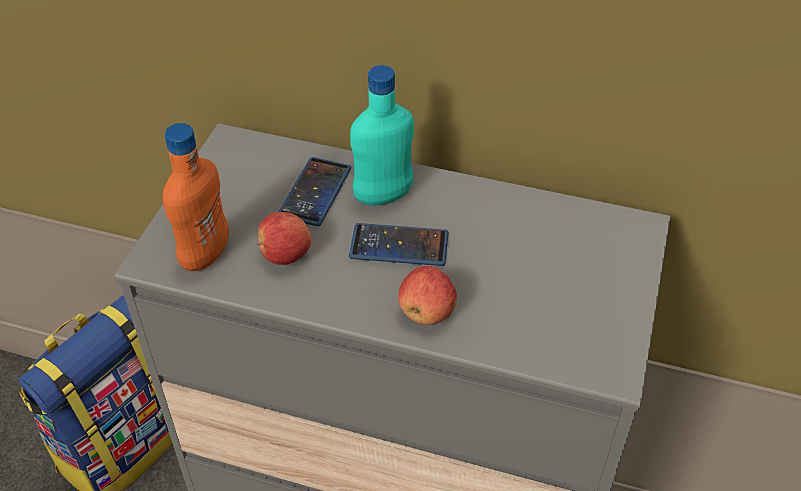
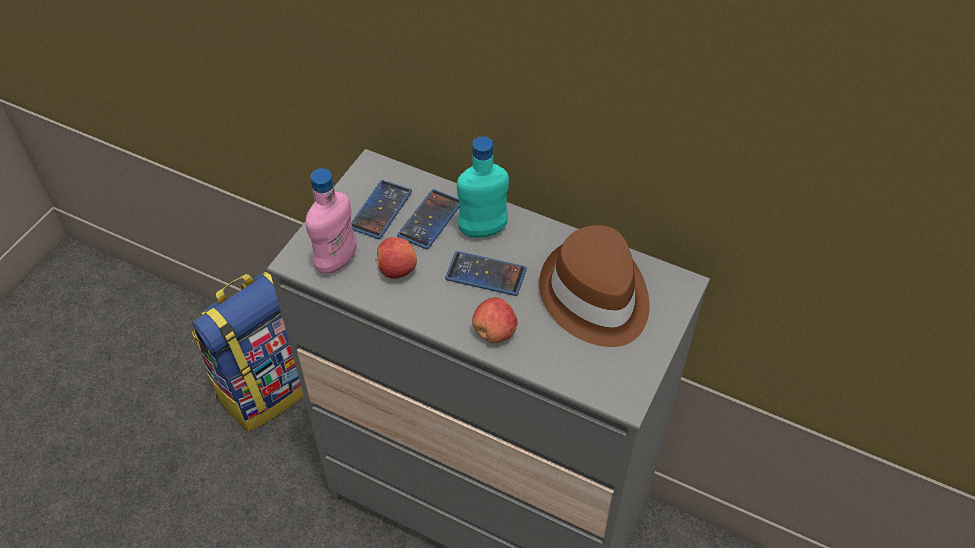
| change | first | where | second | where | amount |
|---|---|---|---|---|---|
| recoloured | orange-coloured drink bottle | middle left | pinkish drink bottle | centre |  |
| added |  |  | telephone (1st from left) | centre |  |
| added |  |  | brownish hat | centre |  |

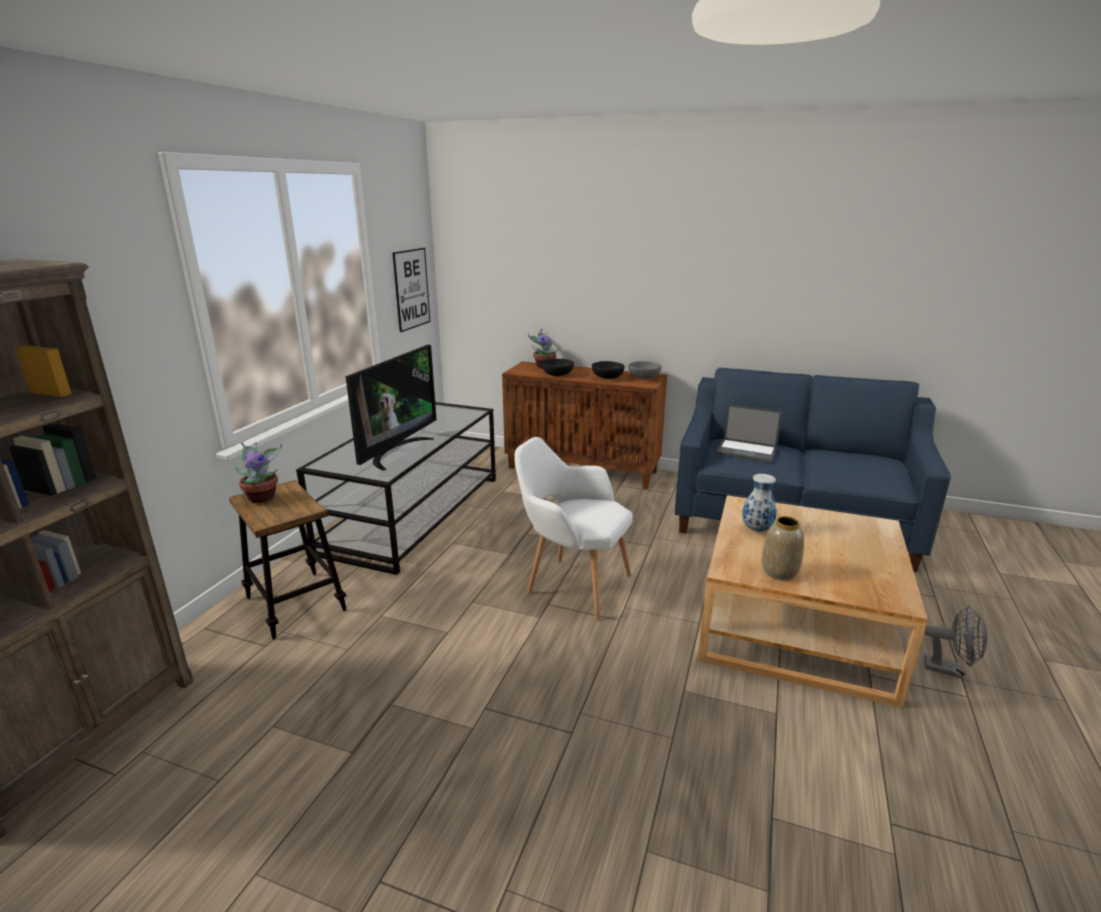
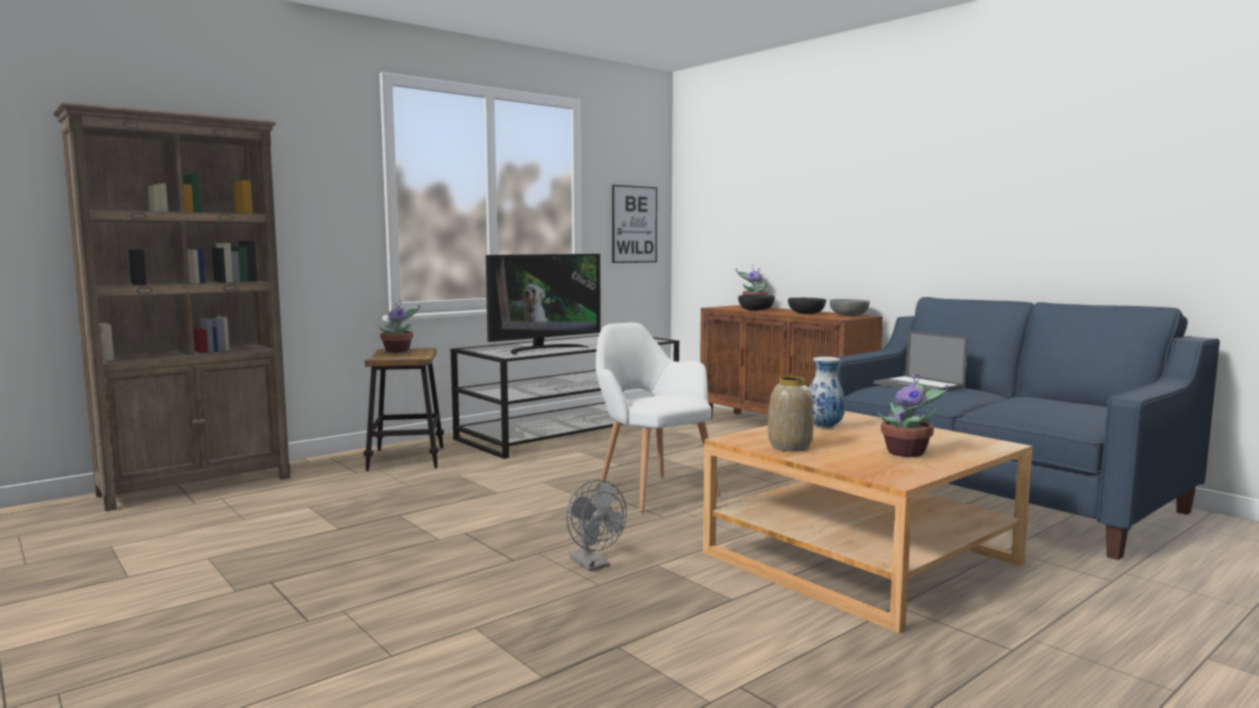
| change | first | where | second | where | amount |
|---|---|---|---|---|---|
| moved | grey cooling fan | bottom right |  | bottom centre |  |
| added |  |  | potted plant (3rd from left) | middle right |  |

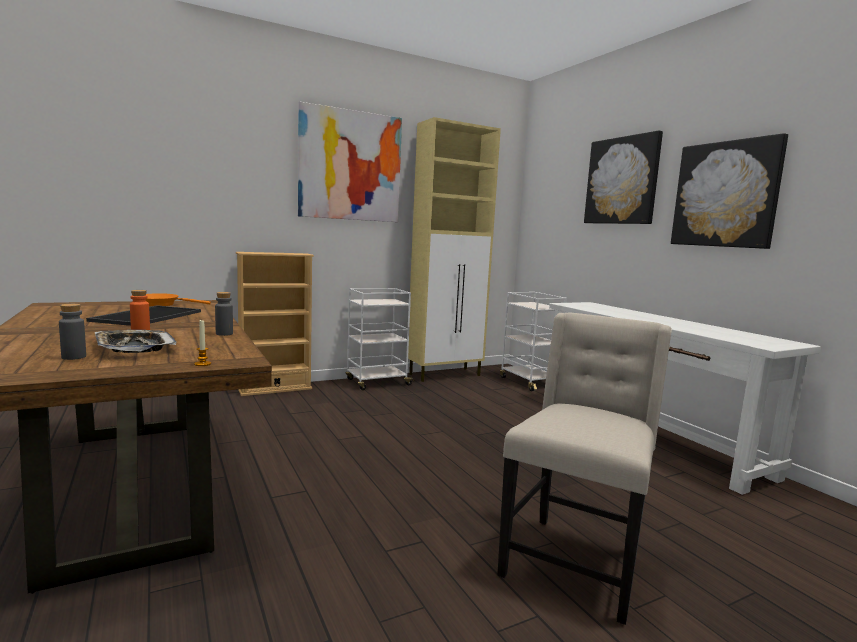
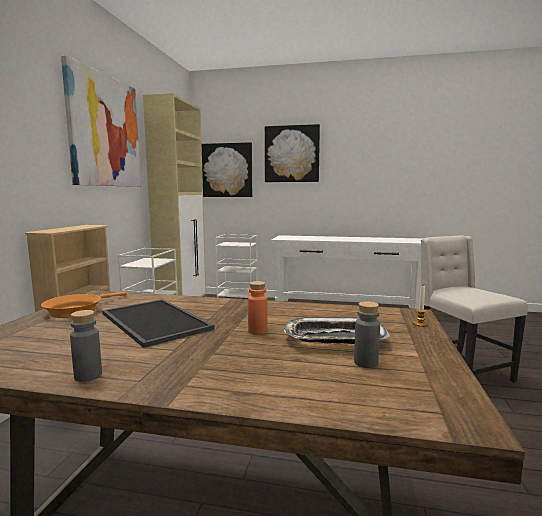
| change | first | where | second | where | amount |
|---|---|---|---|---|---|
| moved | wall art (3rd from left in the first image) | top right | wall art (2nd from left) | top centre |  |
| moved | grey drink bottle (2nd from left in the first image) | middle left | grey drink bottle (1st from left) | bottom left |  |

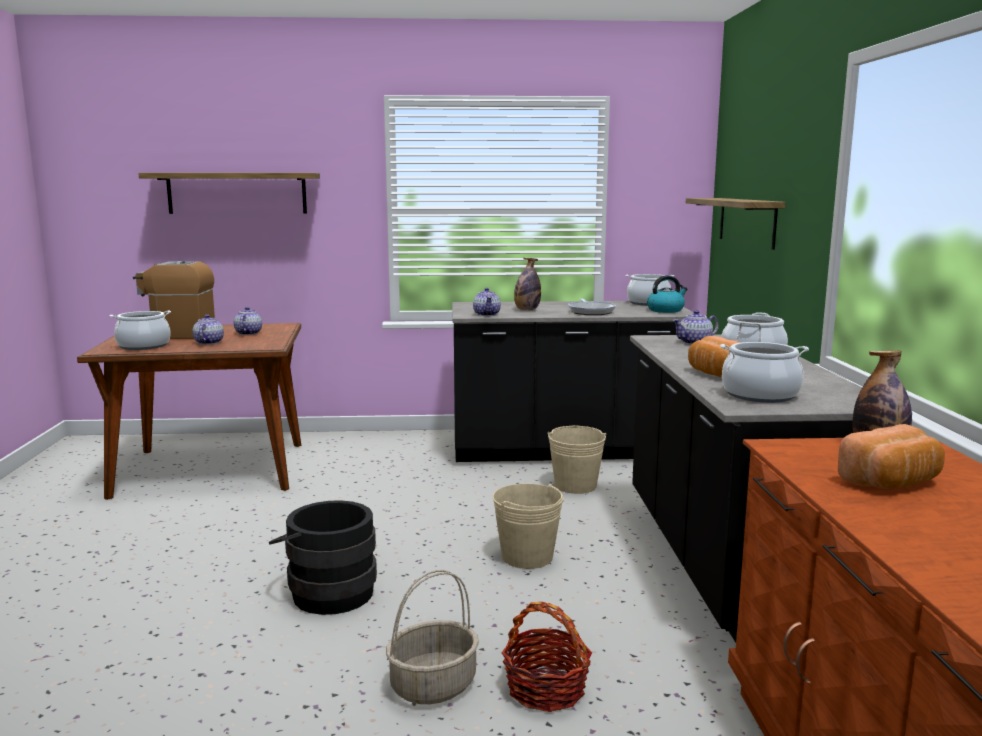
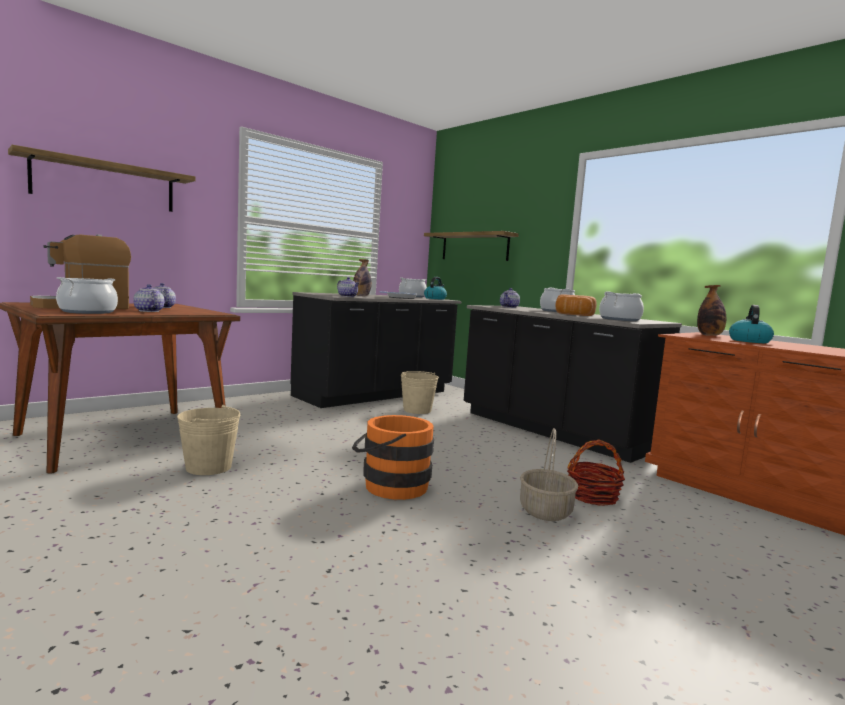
| change | first | where | second | where | amount |
|---|---|---|---|---|---|
| replaced | bakery bread (2nd from left) | middle right | kettle (2nd from left) | middle right |  |
| moved | sand-coloured bucket (1st from left) | bottom centre |  | middle left |  |
| recoloured | blackish bucket | bottom left | orange-coloured bucket | centre |  |

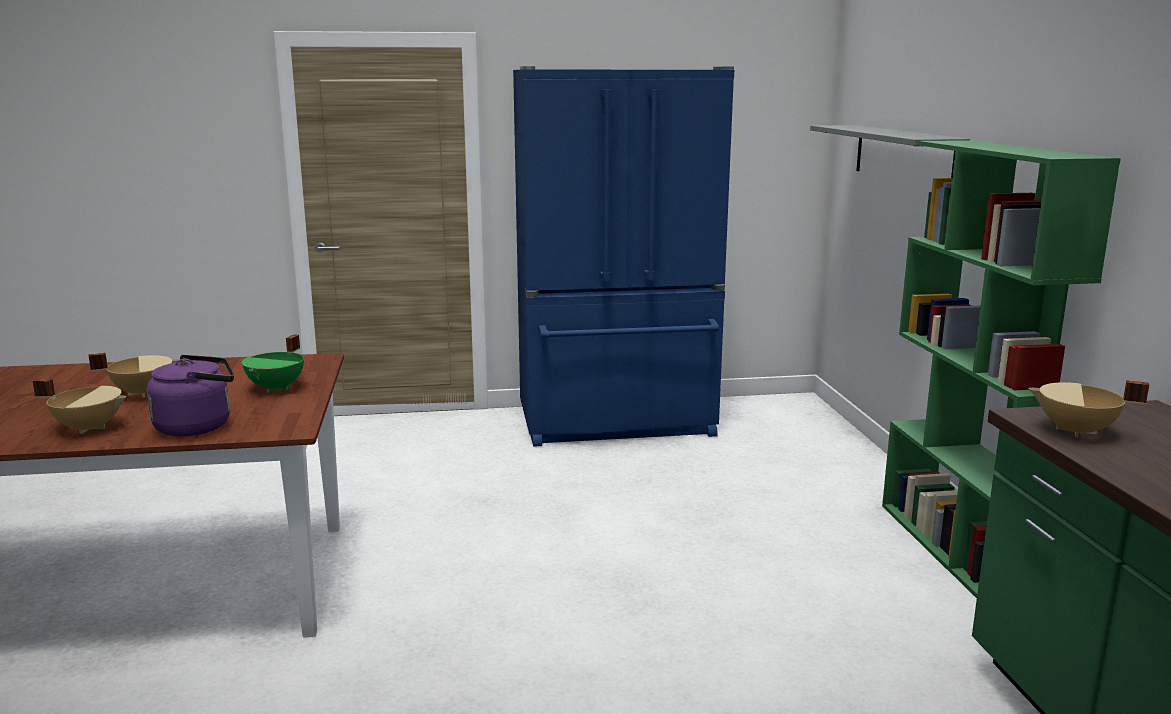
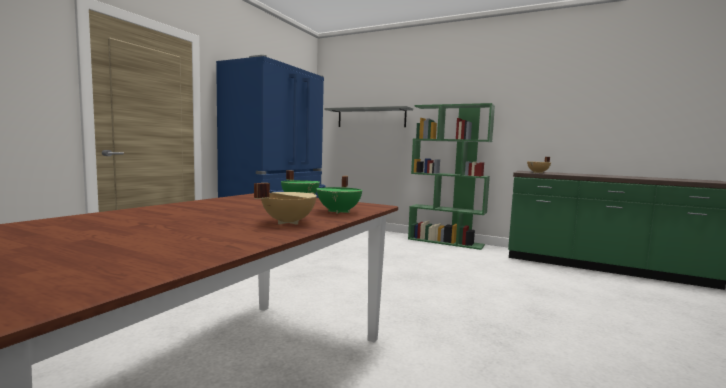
| change | first | where | second | where | amount |
|---|---|---|---|---|---|
| removed | sand-coloured stockpot (2nd from left) | middle left |  |  |  |
| replaced | purple-coloured kettle | middle left | greenish stockpot (2nd from left) | centre |  |

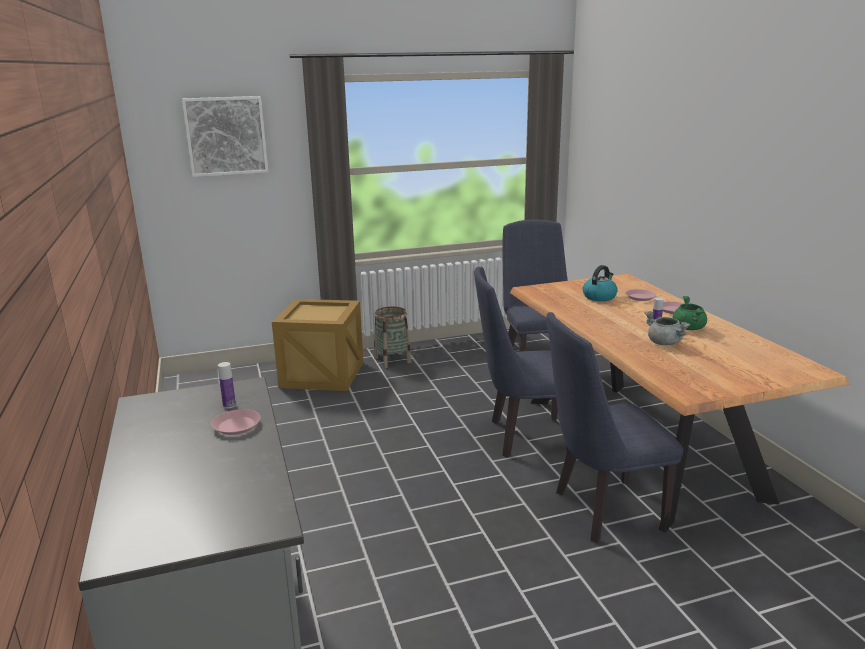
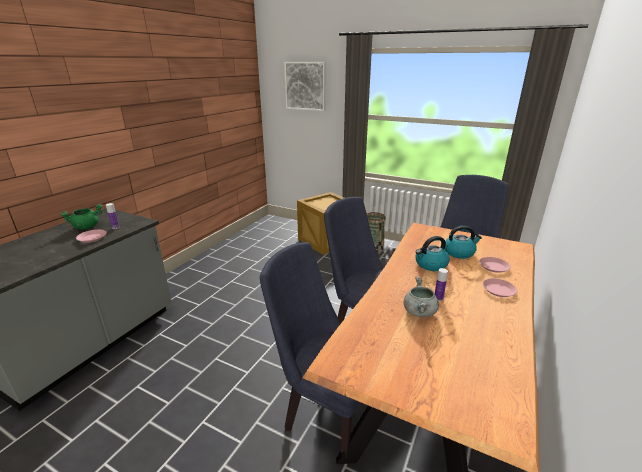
| change | first | where | second | where | amount |
|---|---|---|---|---|---|
| moved | greenish stockpot | middle right |  | middle left |  |
| added |  |  | kettle (1st from left) | middle right |  |

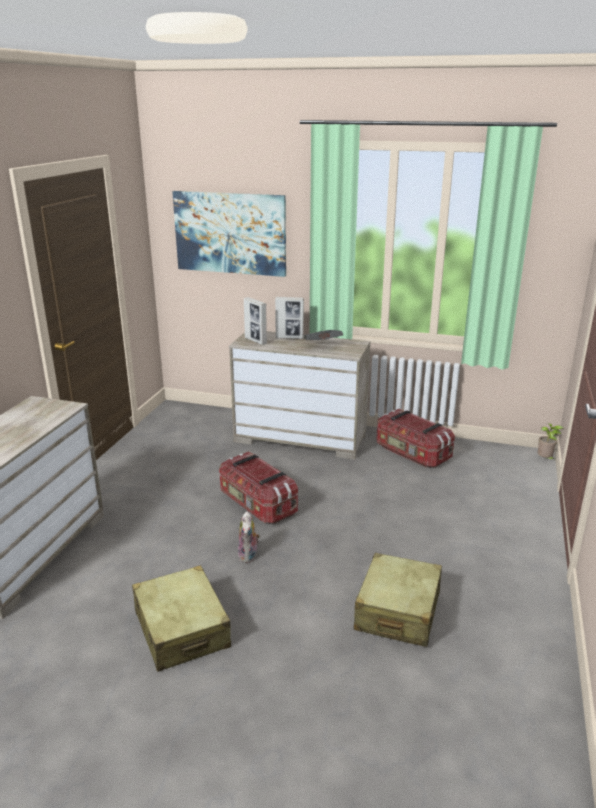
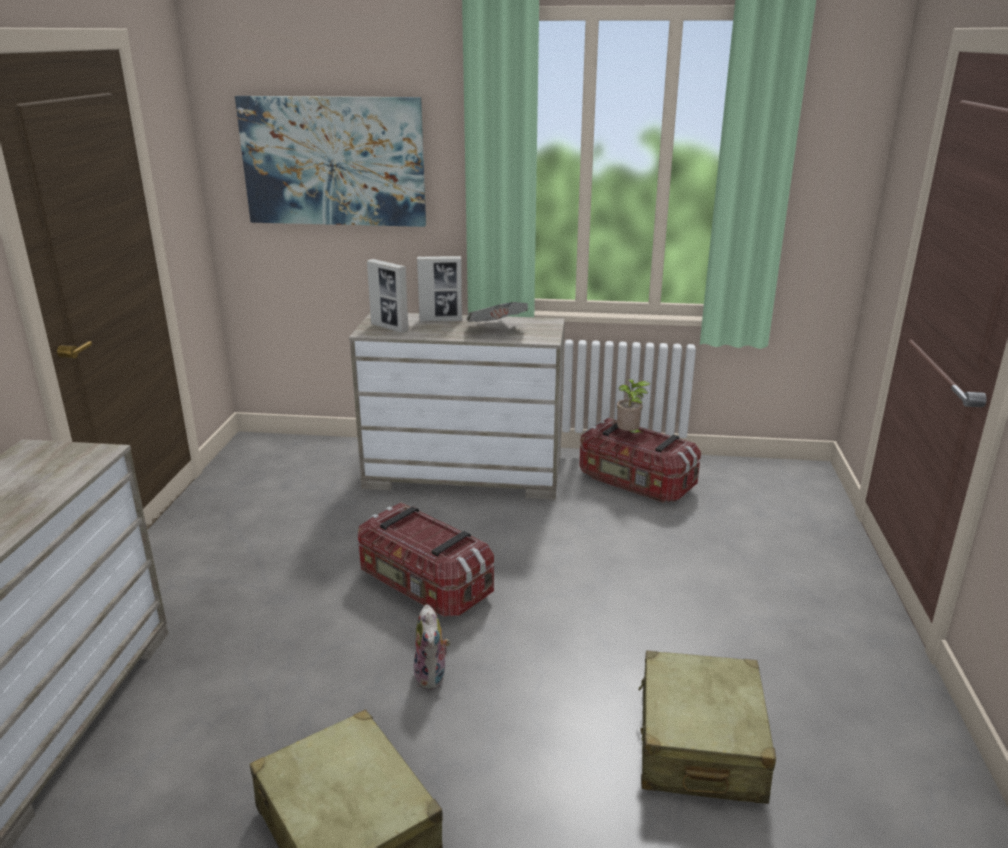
| change | first | where | second | where | amount |
|---|---|---|---|---|---|
| moved | potted plant | middle right |  | centre |  |

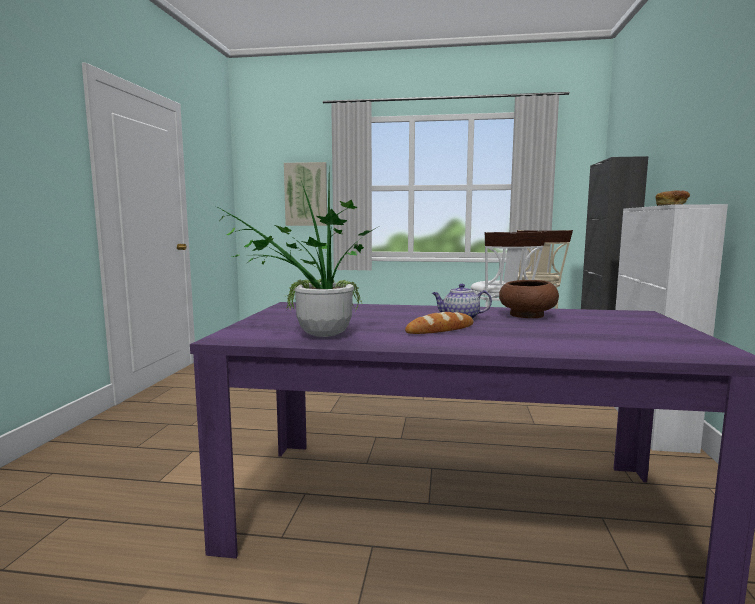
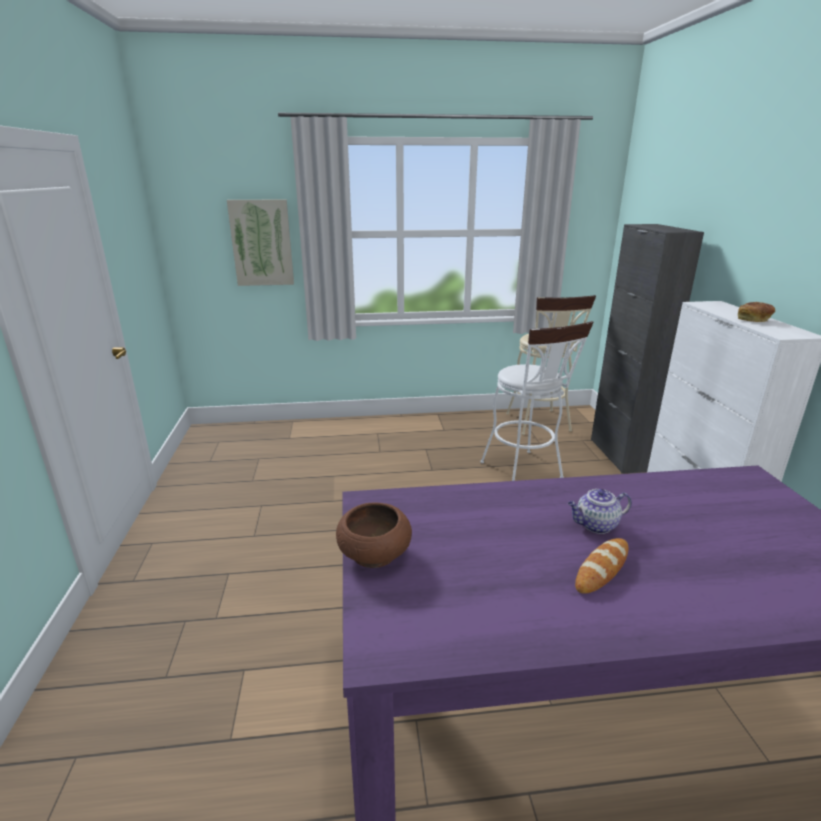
| change | first | where | second | where | amount |
|---|---|---|---|---|---|
| removed | potted plant | centre |  |  |  |
| moved | brownish serving bowl | middle right |  | centre |  |

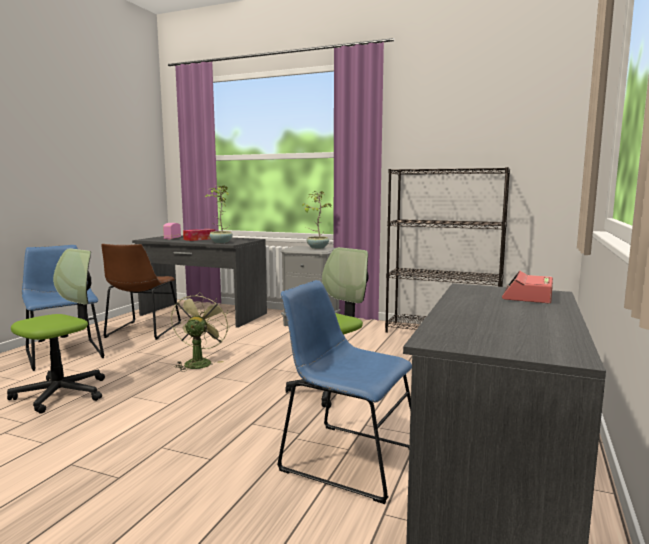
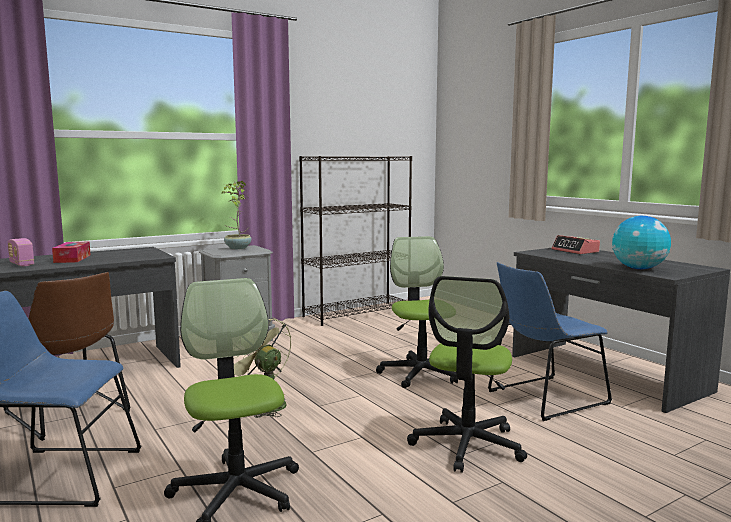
| change | first | where | second | where | amount |
|---|---|---|---|---|---|
| removed | potted plant (1st from left) | centre |  |  |  |
| added |  |  | desk globe | middle right |  |
| added |  |  | computer chair (3rd from left) | bottom centre |  |

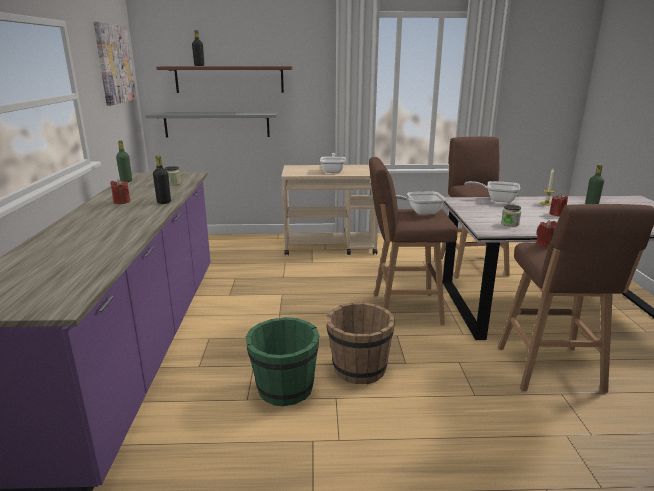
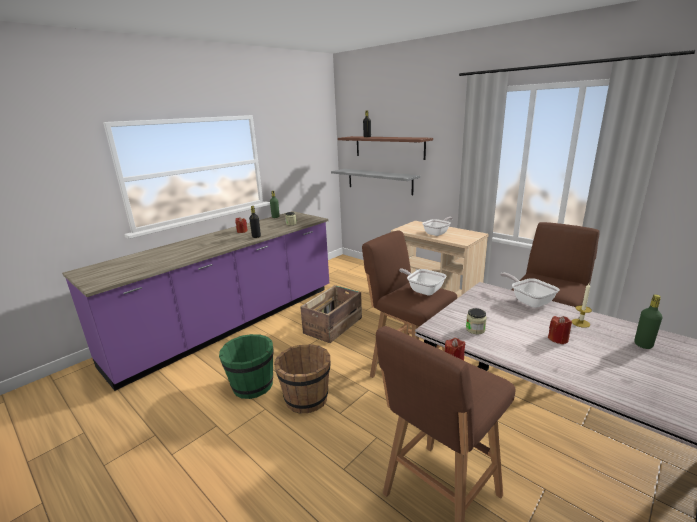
| change | first | where | second | where | amount |
|---|---|---|---|---|---|
| removed | wall art | top left |  |  |  |
| added |  |  | crate | centre |  |

